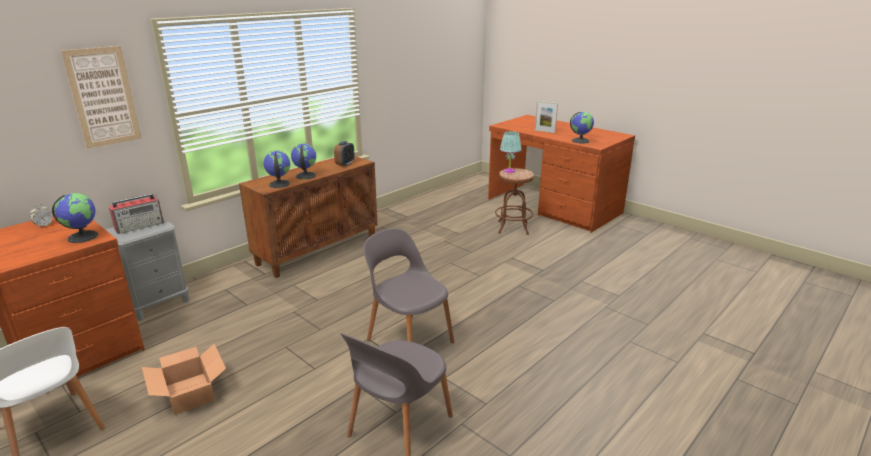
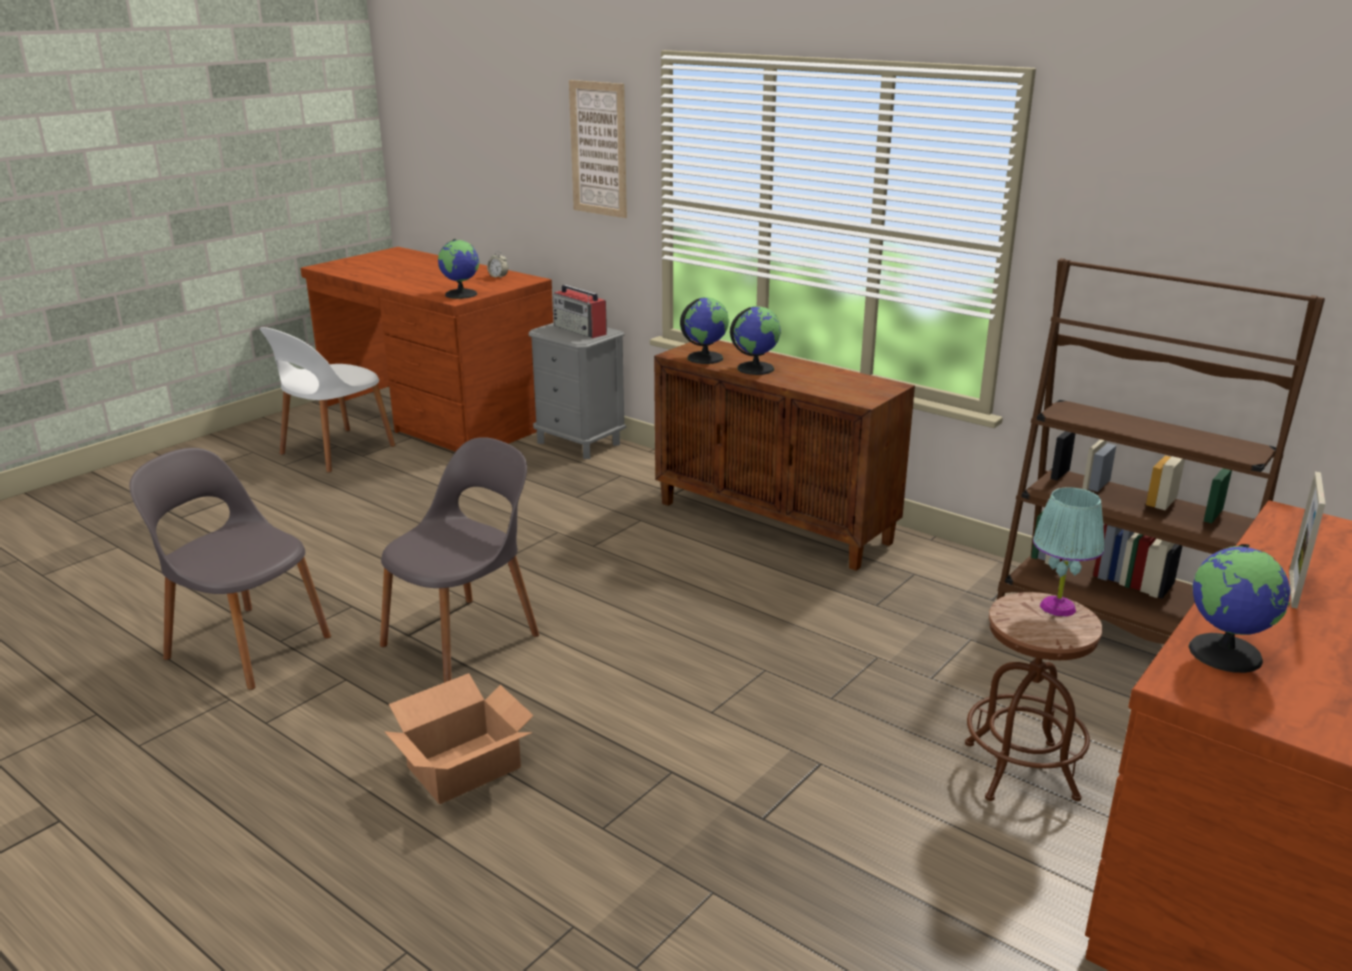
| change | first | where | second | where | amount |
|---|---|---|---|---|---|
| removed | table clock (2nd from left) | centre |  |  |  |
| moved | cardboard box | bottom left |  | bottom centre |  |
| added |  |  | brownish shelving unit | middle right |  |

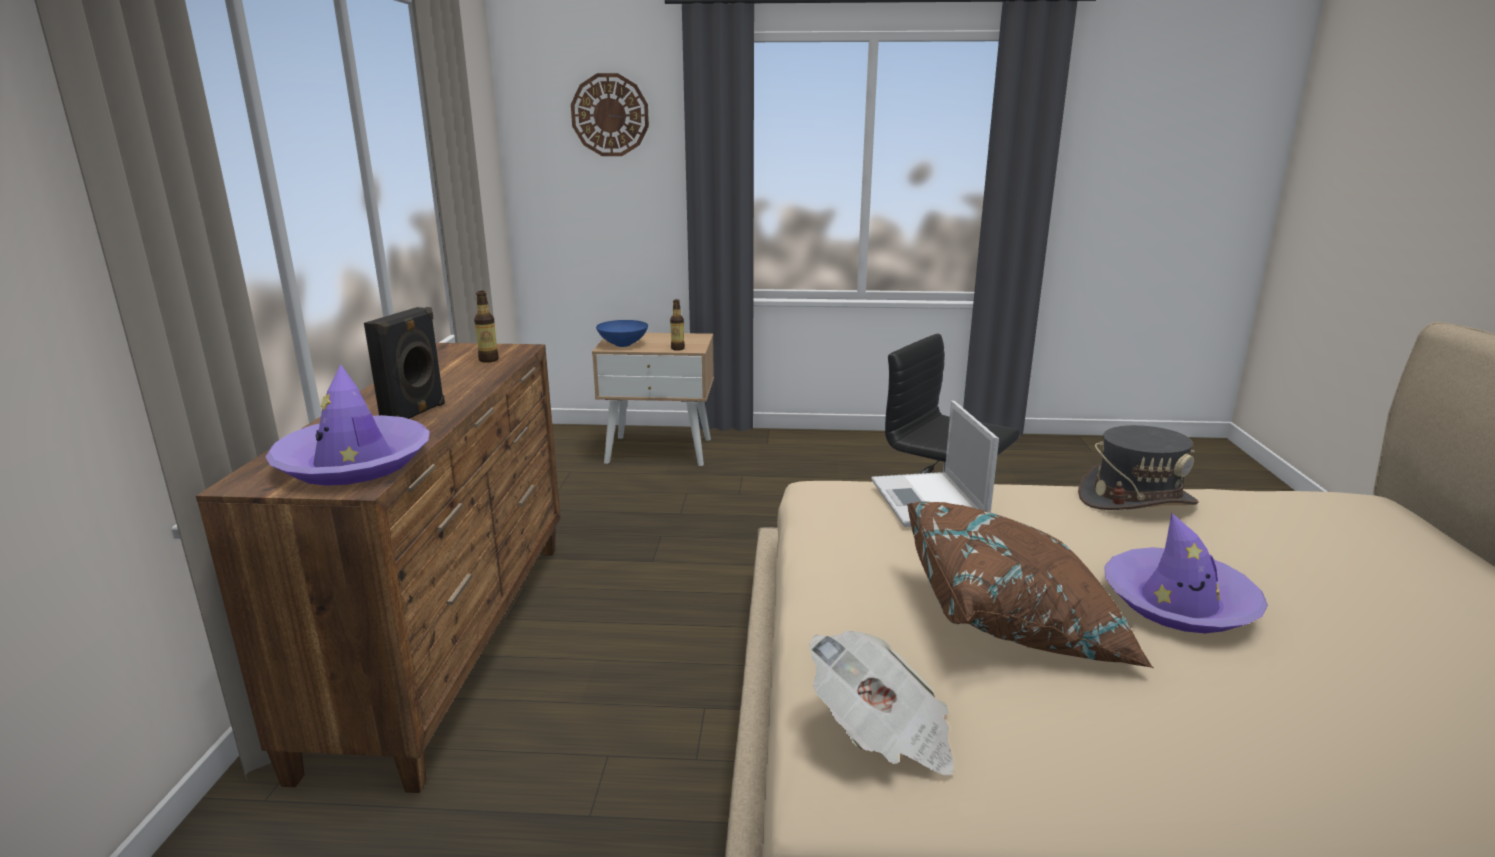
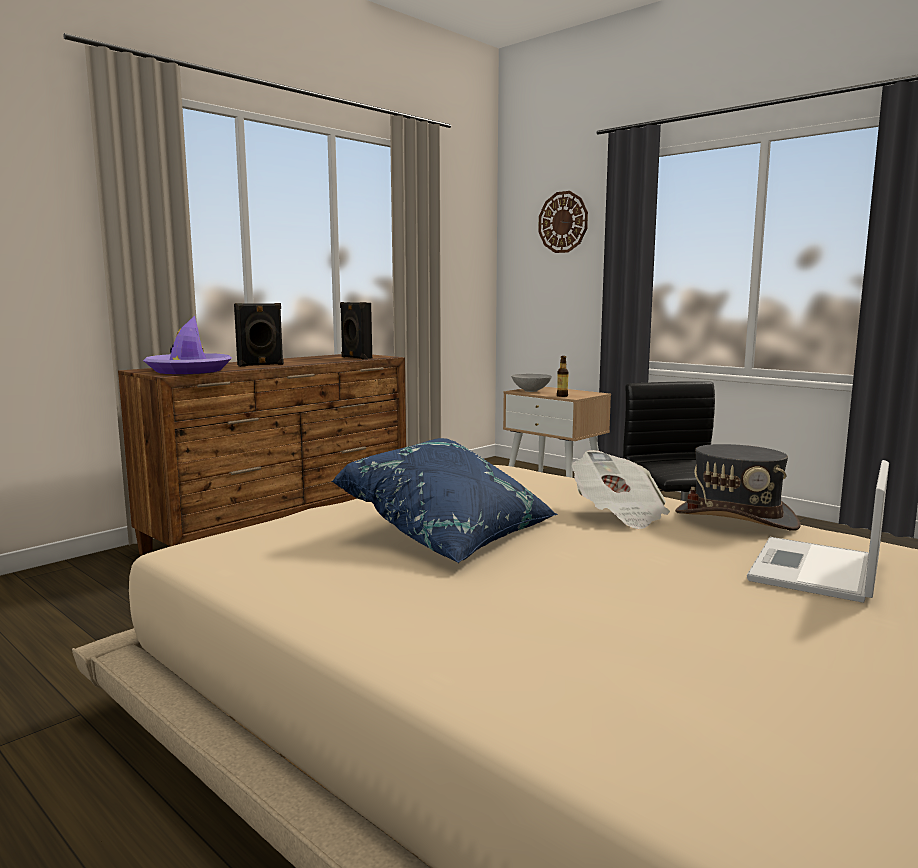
| change | first | where | second | where | amount |
|---|---|---|---|---|---|
| replaced | drink bottle (1st from left) | middle left | blackish loudspeaker (2nd from left) | centre |  |
| recoloured | bluish serving bowl | centre | grey serving bowl | centre |  |
| moved | portable computer | centre |  | middle right |  |
| recoloured | brownish throw pillow | bottom right | bluish throw pillow | centre |  |
| removed | purple-coloured hat (2nd from left) | bottom right |  |  |  |
| moved | printed paper | bottom centre |  | middle right |  |

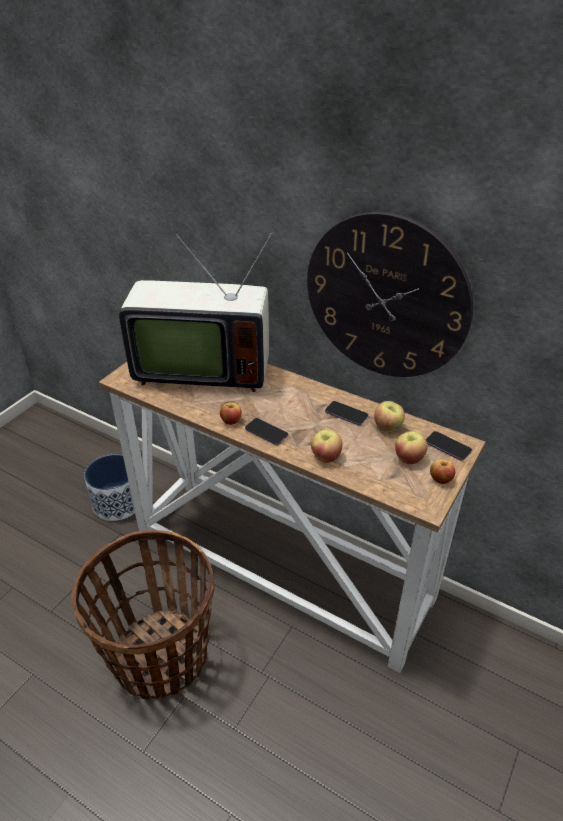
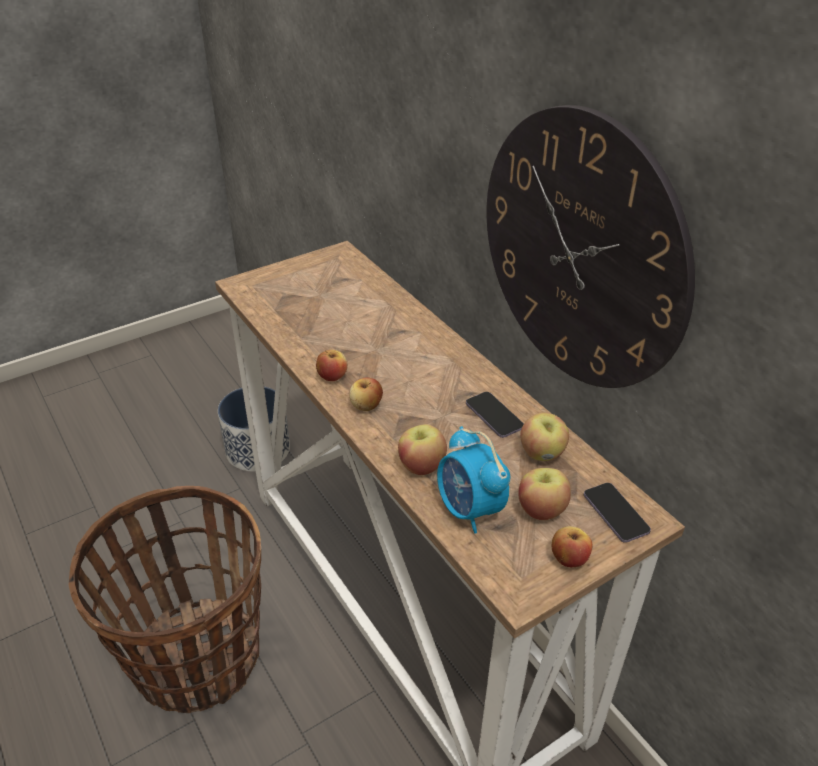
| change | first | where | second | where | amount |
|---|---|---|---|---|---|
| removed | TV set | centre |  |  |  |
| replaced | telephone (1st from left) | centre | apple fruit (2nd from left) | centre |  |
| added |  |  | table clock | centre |  |

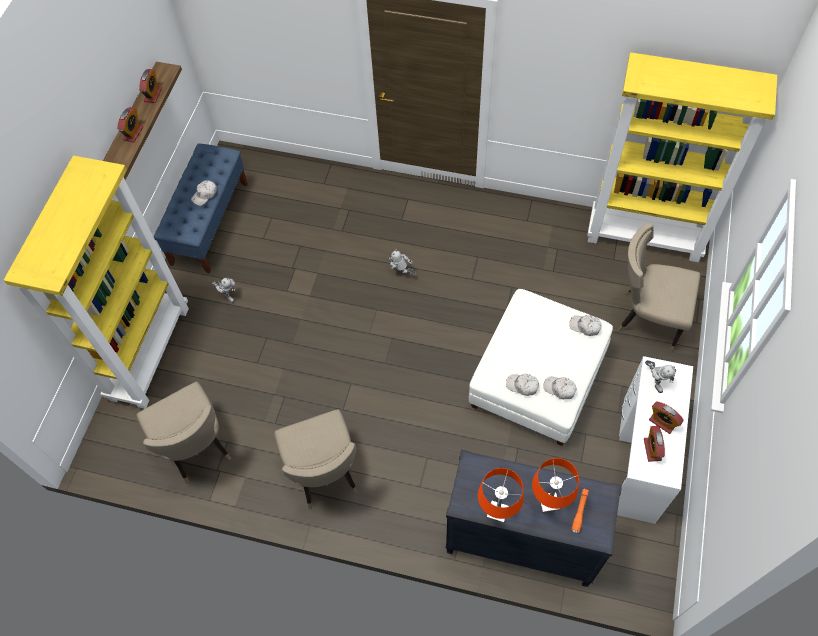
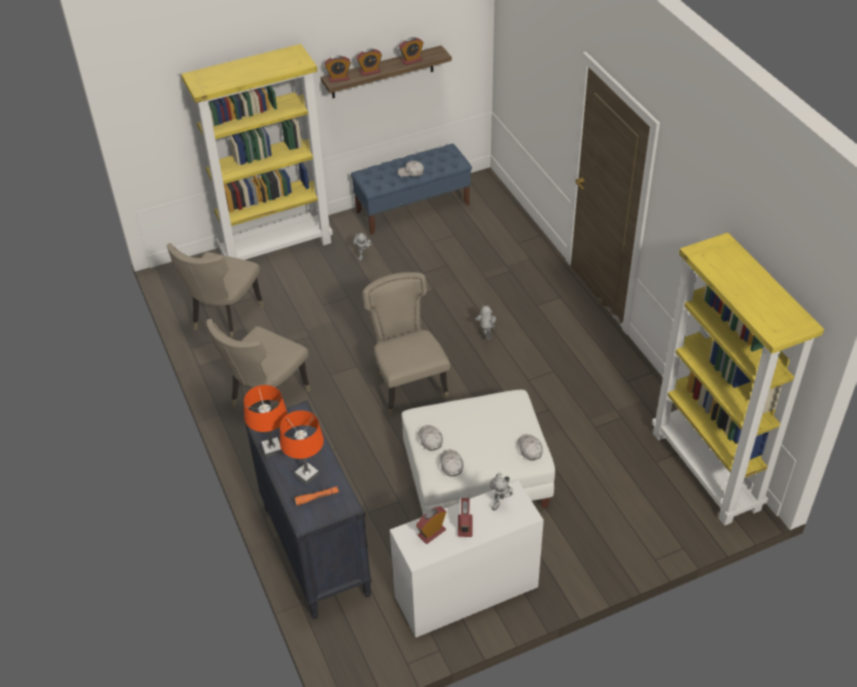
| change | first | where | second | where | amount |
|---|---|---|---|---|---|
| moved | sand-coloured upright chair (3rd from left) | middle right |  | centre |  |
| added |  |  | table clock (1st from left) | top centre |  |

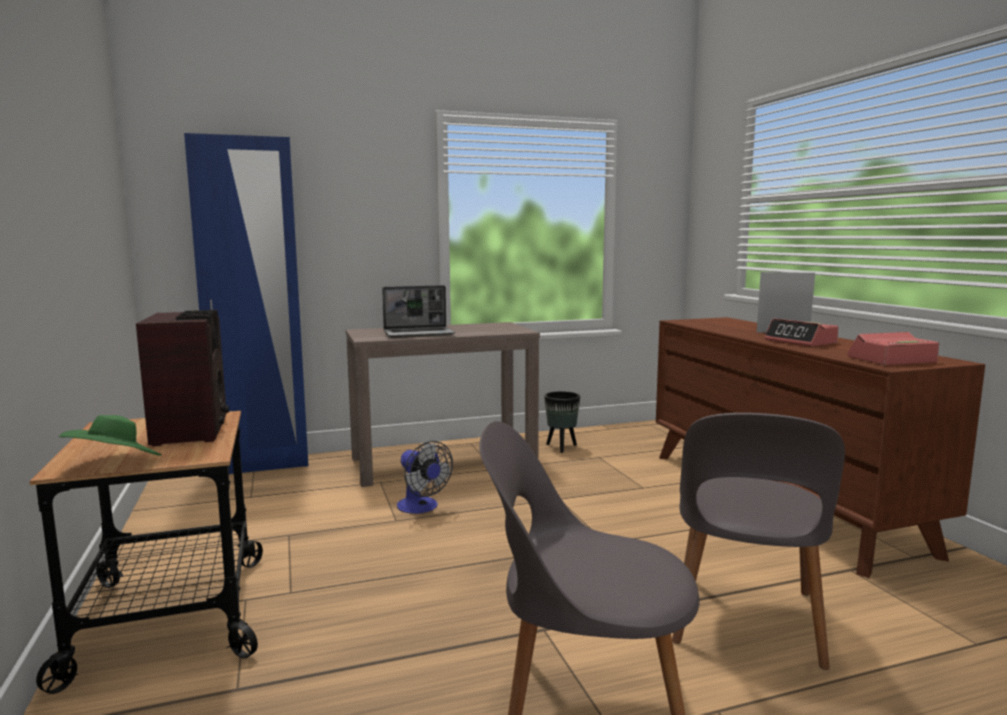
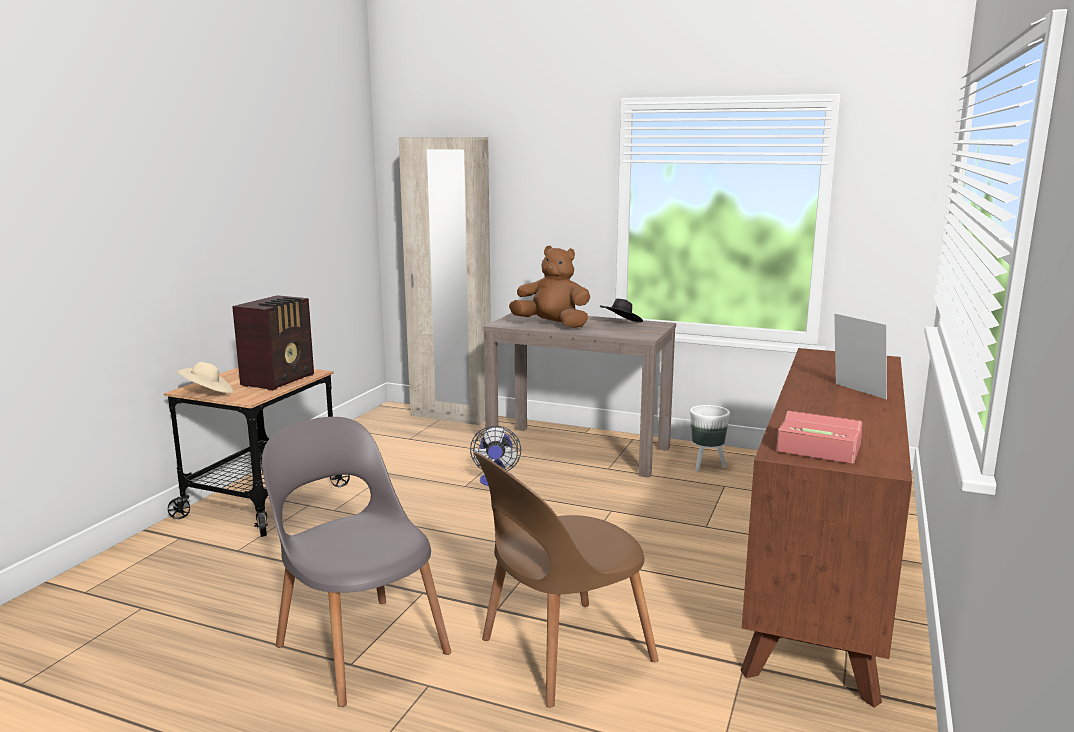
| change | first | where | second | where | amount |
|---|---|---|---|---|---|
| recoloured | bluish clothes cupboard | middle left | sand-coloured clothes cupboard | centre |  |
| replaced | portable computer | centre | brownish cuddly toy | centre |  |
| removed | table clock (1st from left) | middle right |  |  |  |
| recoloured | blackish plant pot | centre | white plant pot | centre |  |
| recoloured | grey upright chair (2nd from left) | bottom right | brownish upright chair | bottom centre |  |
| recoloured | greenish hat | middle left | sand-coloured hat | middle left |  |
| added |  |  | blackish hat | centre |  |

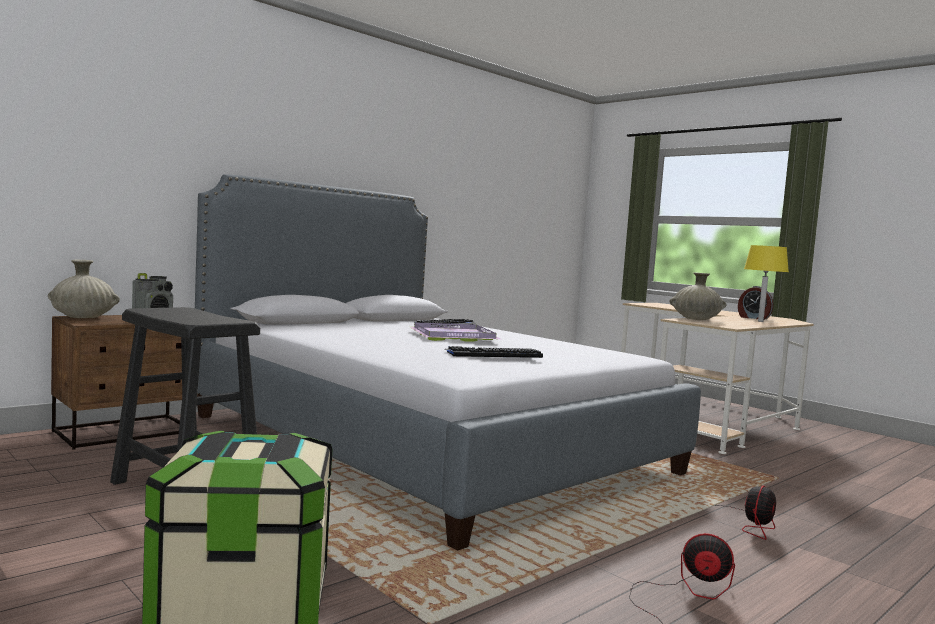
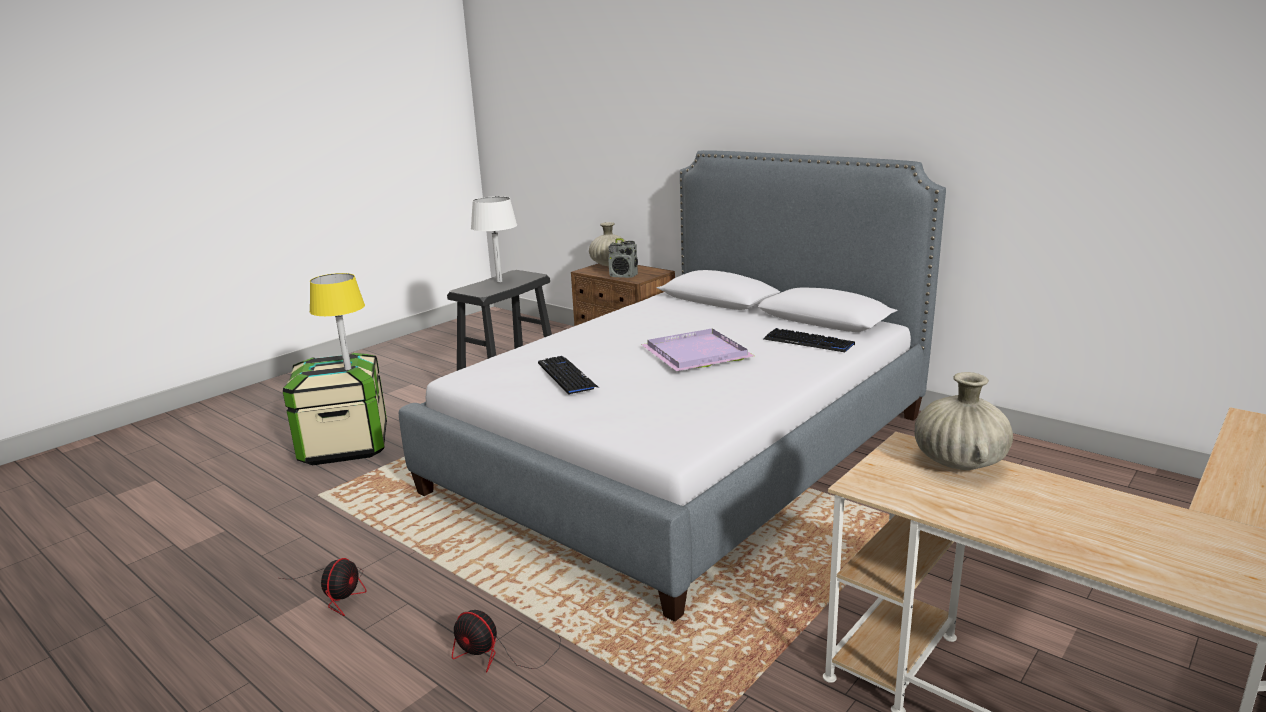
| change | first | where | second | where | amount |
|---|---|---|---|---|---|
| moved | yellow-coloured tabletop lamp | middle right |  | middle left |  |
| removed | table clock | middle right |  |  |  |
| added |  |  | white tabletop lamp | centre |  |

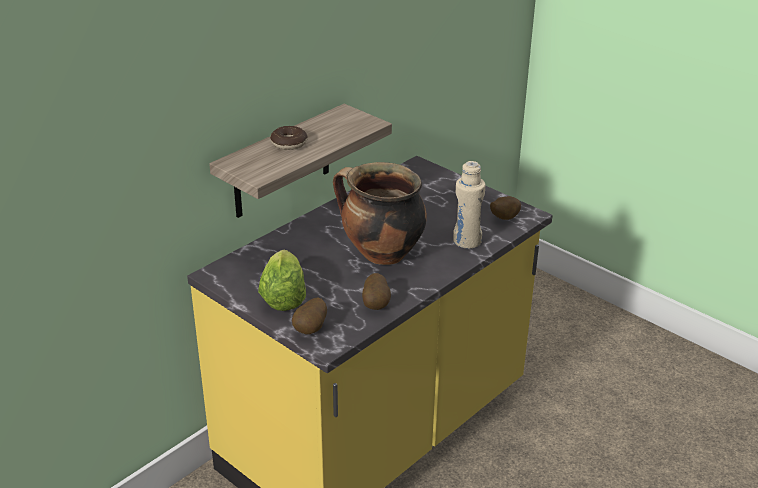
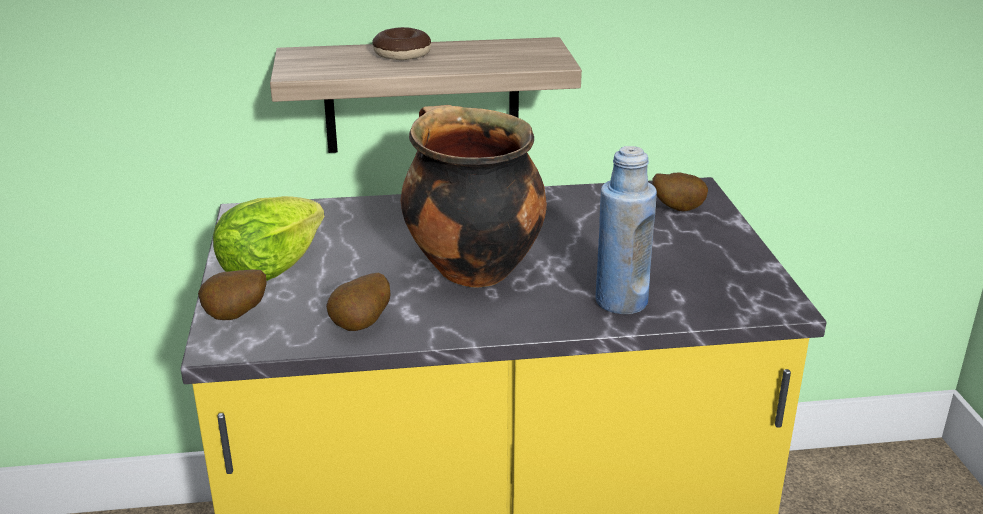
| change | first | where | second | where | amount |
|---|---|---|---|---|---|
| recoloured | sand-coloured drink bottle | centre | bluish drink bottle | centre |  |
| moved | spud (3rd from left) | centre |  | middle right |  |

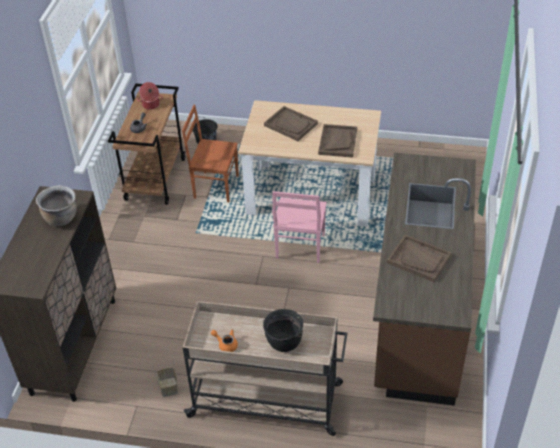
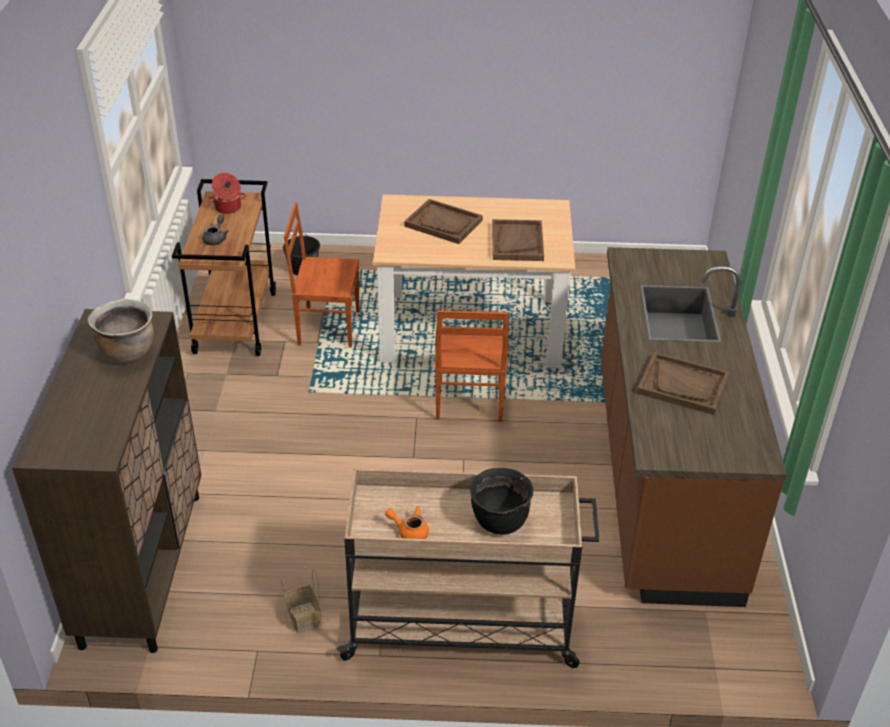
| change | first | where | second | where | amount |
|---|---|---|---|---|---|
| recoloured | pinkish upright chair | centre | brownish upright chair (2nd from left) | centre |  |

